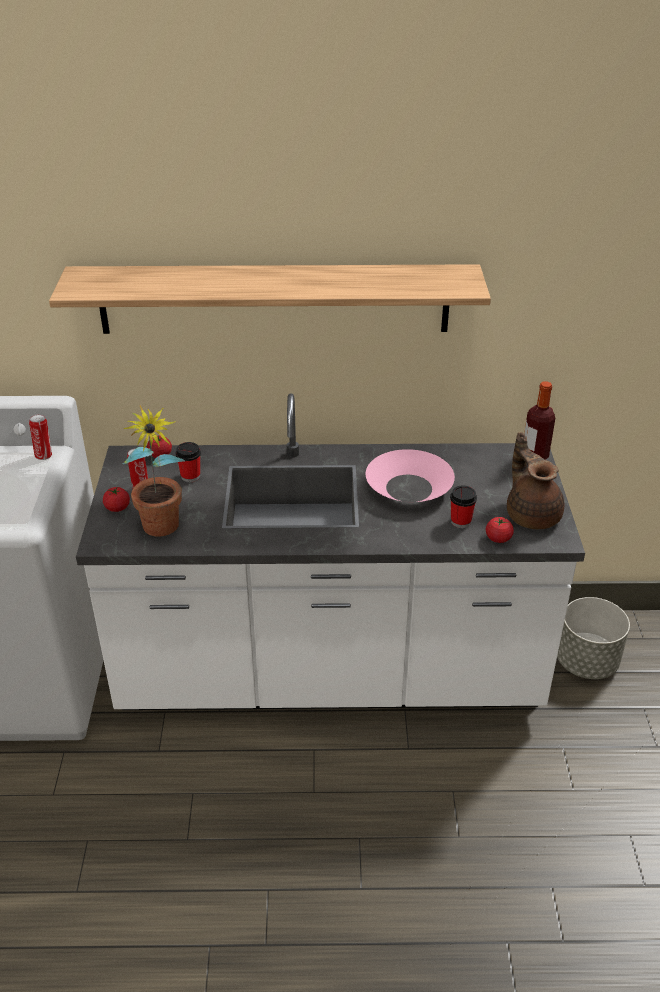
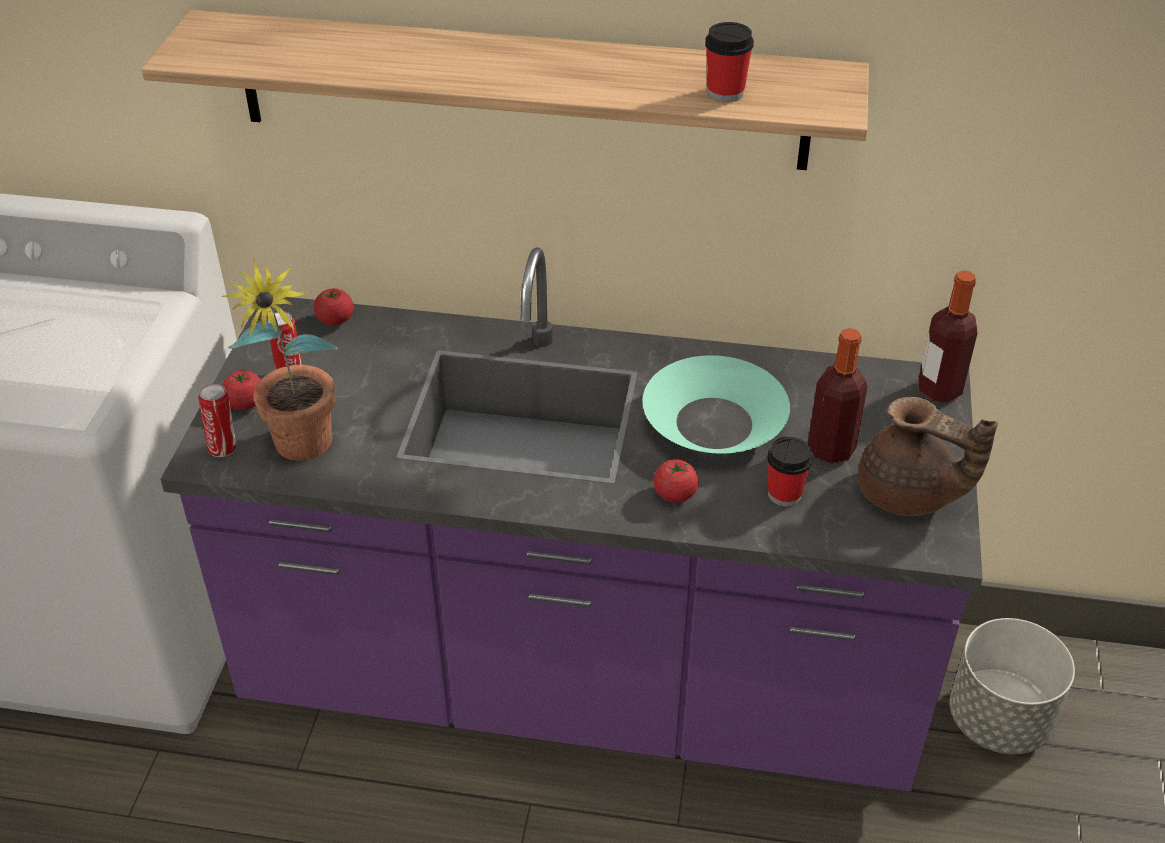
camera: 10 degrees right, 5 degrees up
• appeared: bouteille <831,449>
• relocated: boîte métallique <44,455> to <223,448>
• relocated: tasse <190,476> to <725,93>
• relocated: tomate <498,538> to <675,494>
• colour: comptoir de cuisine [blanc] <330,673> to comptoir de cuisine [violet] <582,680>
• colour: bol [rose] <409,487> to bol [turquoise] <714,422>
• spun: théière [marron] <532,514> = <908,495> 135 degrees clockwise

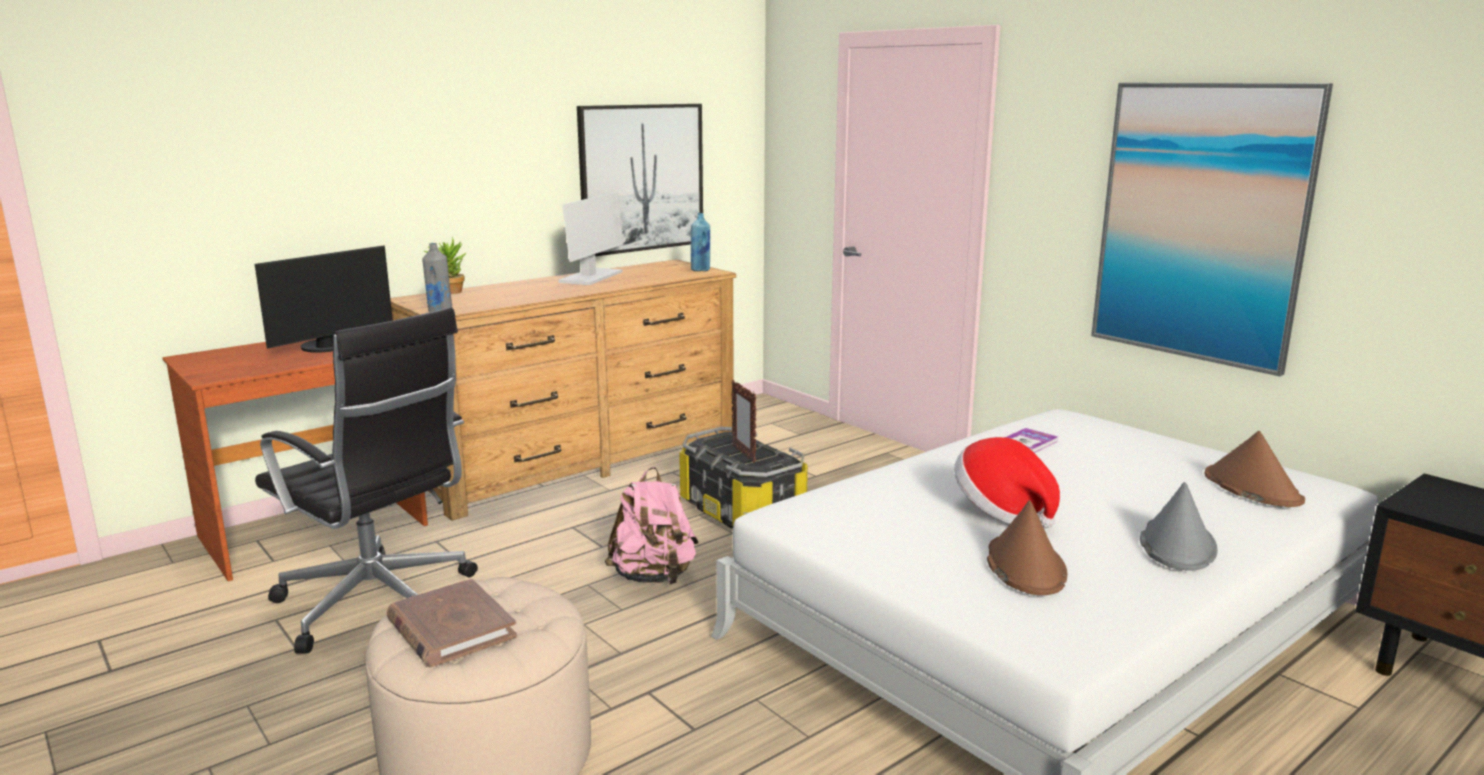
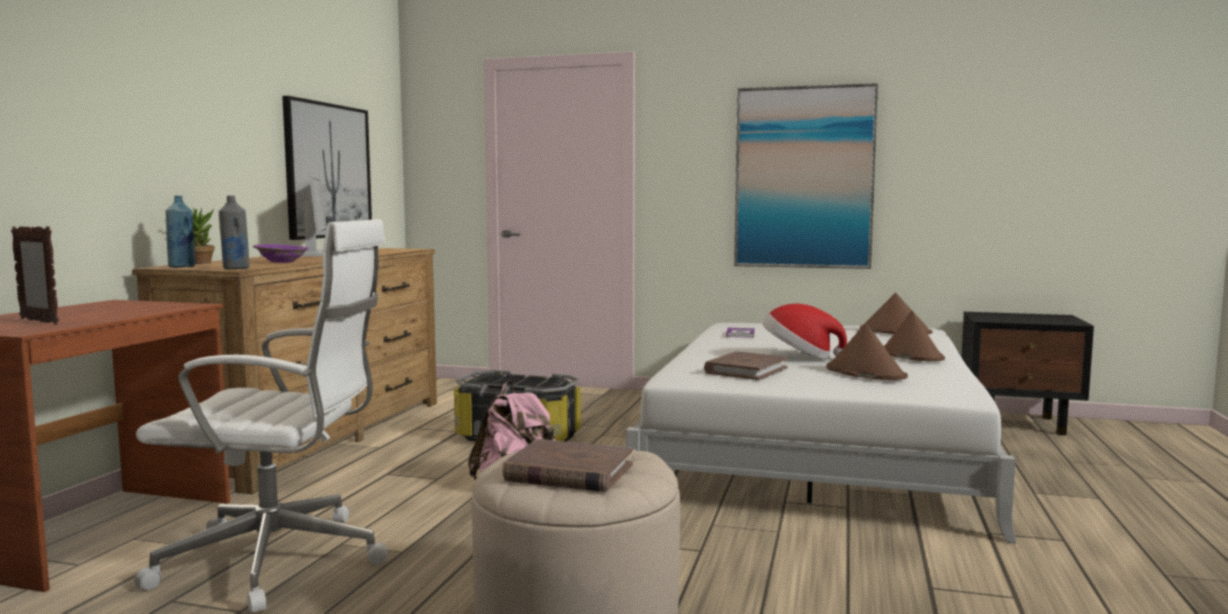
camera: 35 degrees left, 10 degrees down
• missing: écran d'ordinateur <329,347>
• appeared: bol [violet] <281,262>
• appeared: livre [marron] <746,370>
• relocated: bouteille [bleu] <700,270> to <182,267>
• relocated: cadre photo <743,454> to <39,321>
• colour: chaise de bureau [noir] <379,605> to chaise de bureau [blanc] <280,561>
• colour: chapeau [gris] <1176,545> to chapeau [marron] <911,355>

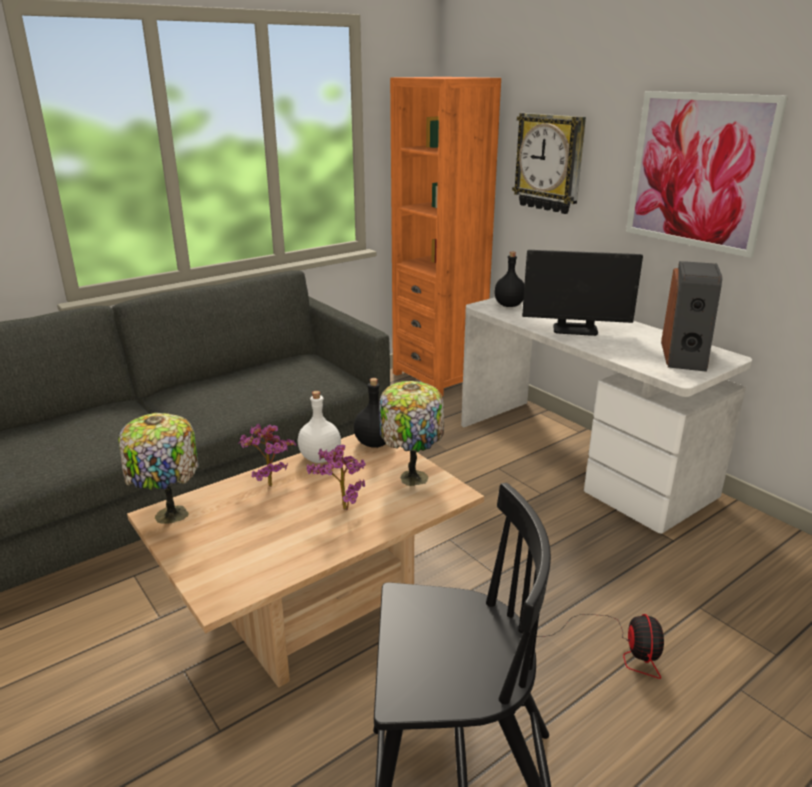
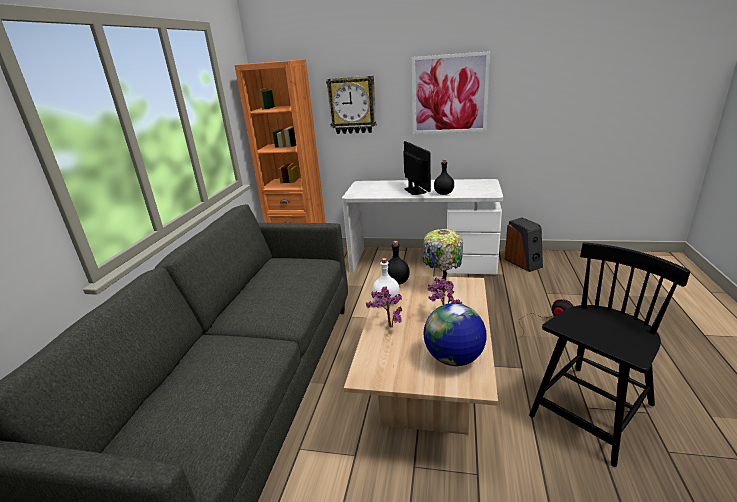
camera: 40 degrees left, 0 degrees up
• missing: lampe de table <169,516>
• appeared: globe <453,358>
• relocated: bouteille [noir] <508,305> to <444,193>
• relocated: enceinte <685,356> to <523,262>
• spun: écran d'ordinateur <575,329> = <415,190> 75 degrees counterclockwise

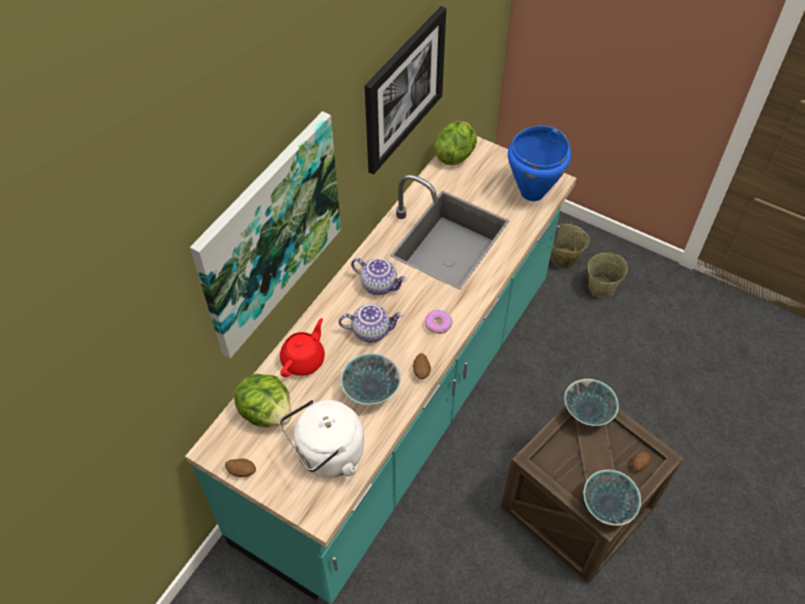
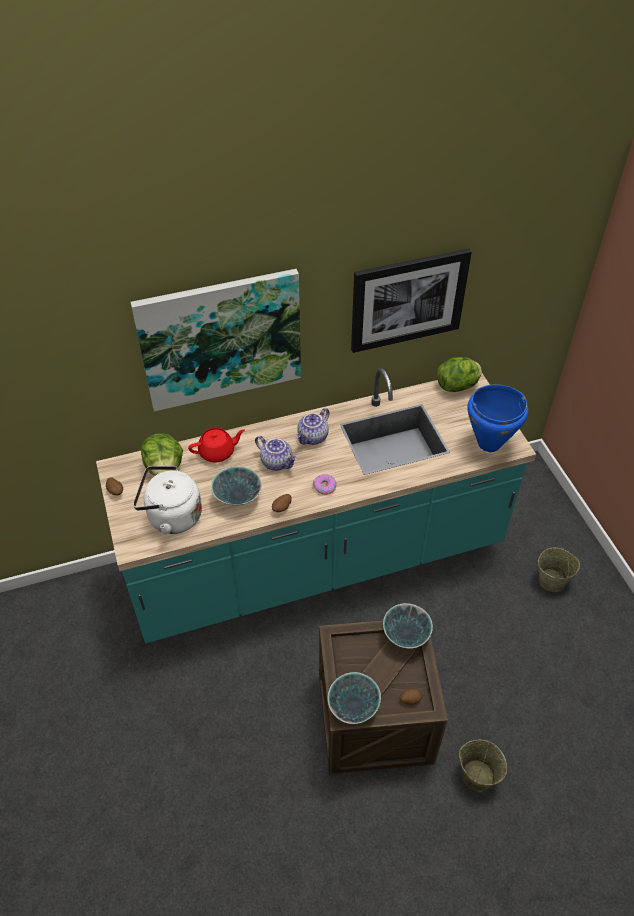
camera: 40 degrees right, 5 degrees down
• relocated: seau [beige] <563,258> to <476,775>
• spun: théière <379,284> = <313,437> 60 degrees clockwise

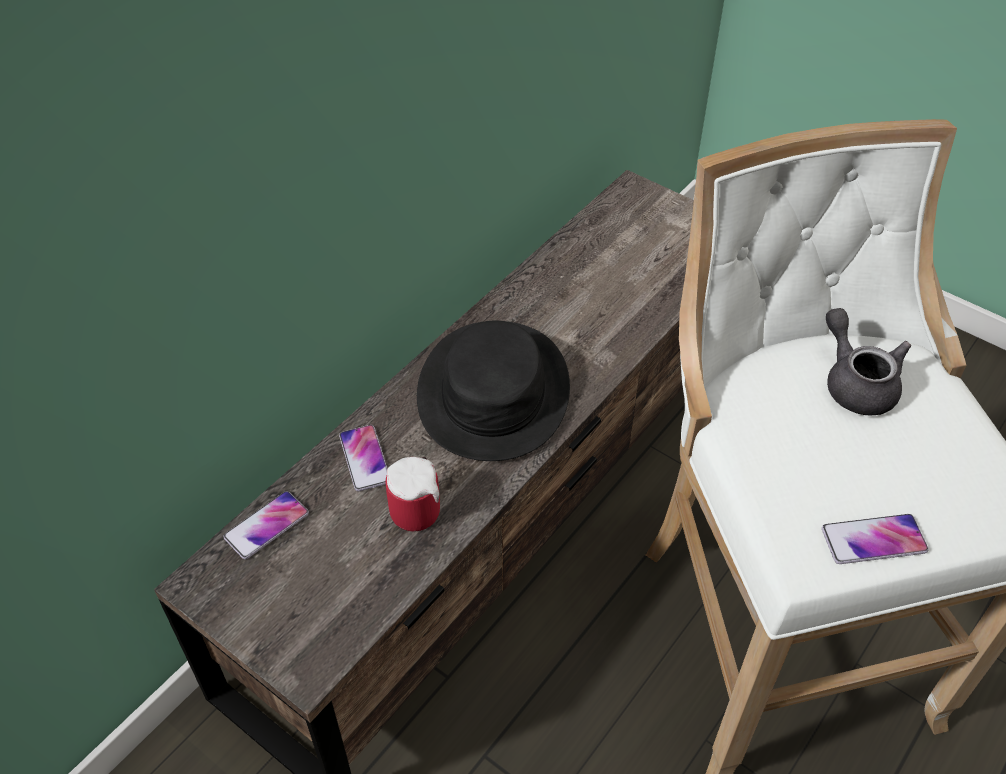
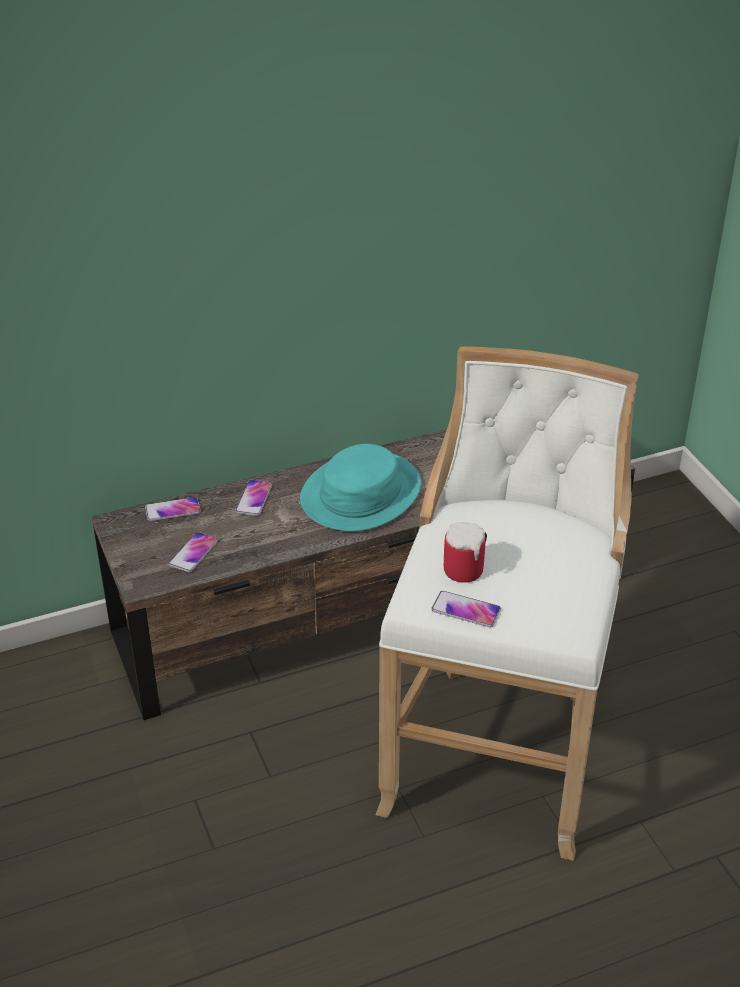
camera: 30 degrees right, 10 degrees down
• missing: théière [gris] <856,382>
• appeared: téléphone <193,553>
• relocated: mug <419,506> to <468,568>
• colour: chapeau [noir] <492,392> to chapeau [turquoise] <360,493>

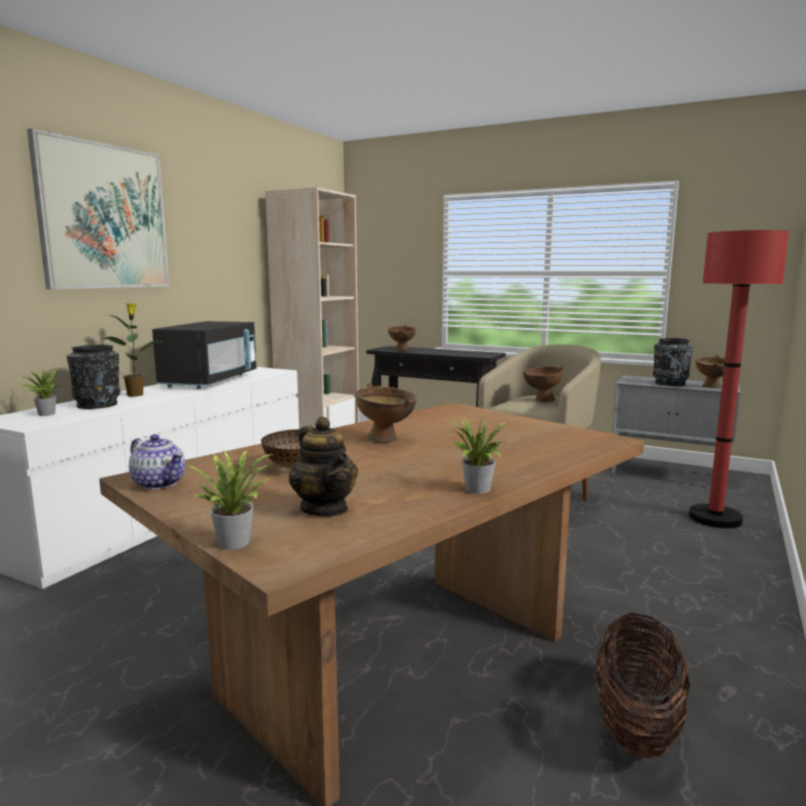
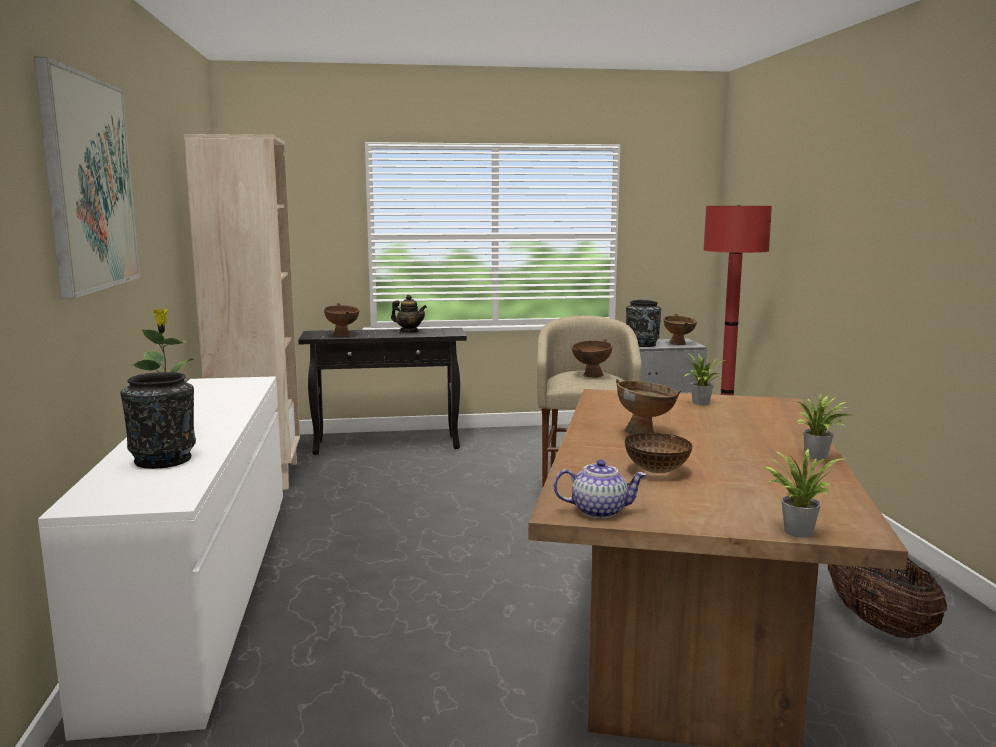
camera: 35 degrees left, 0 degrees up
• missing: micro-ondes [noir] <210,381>
• relocated: plante en pot <44,414> to <699,403>
• relocated: théière <325,509> to <409,331>

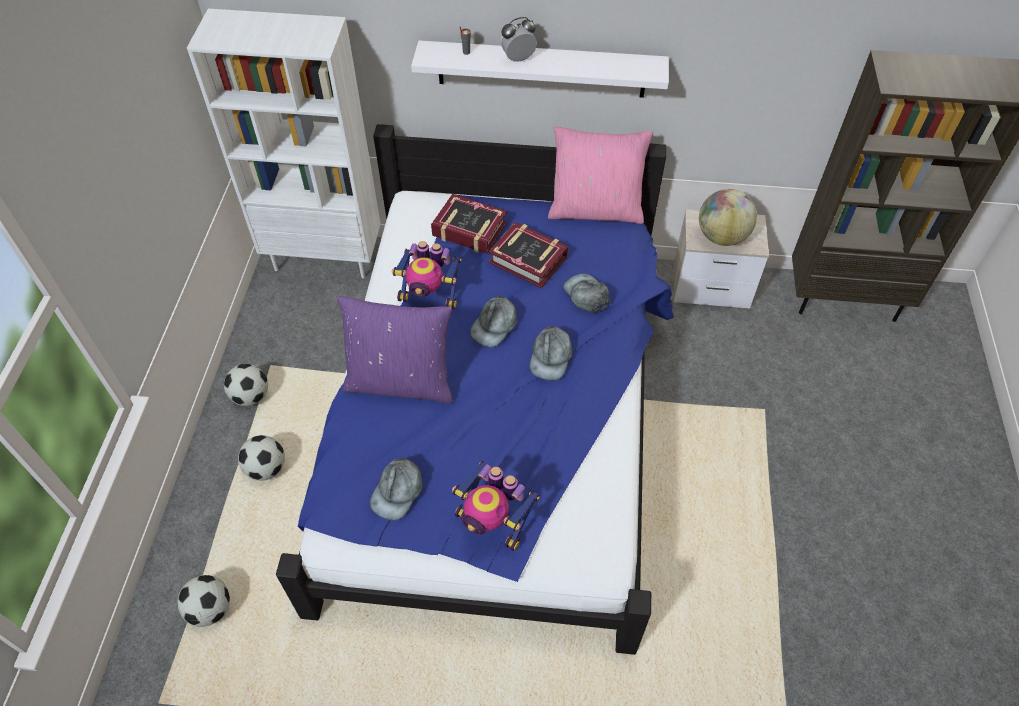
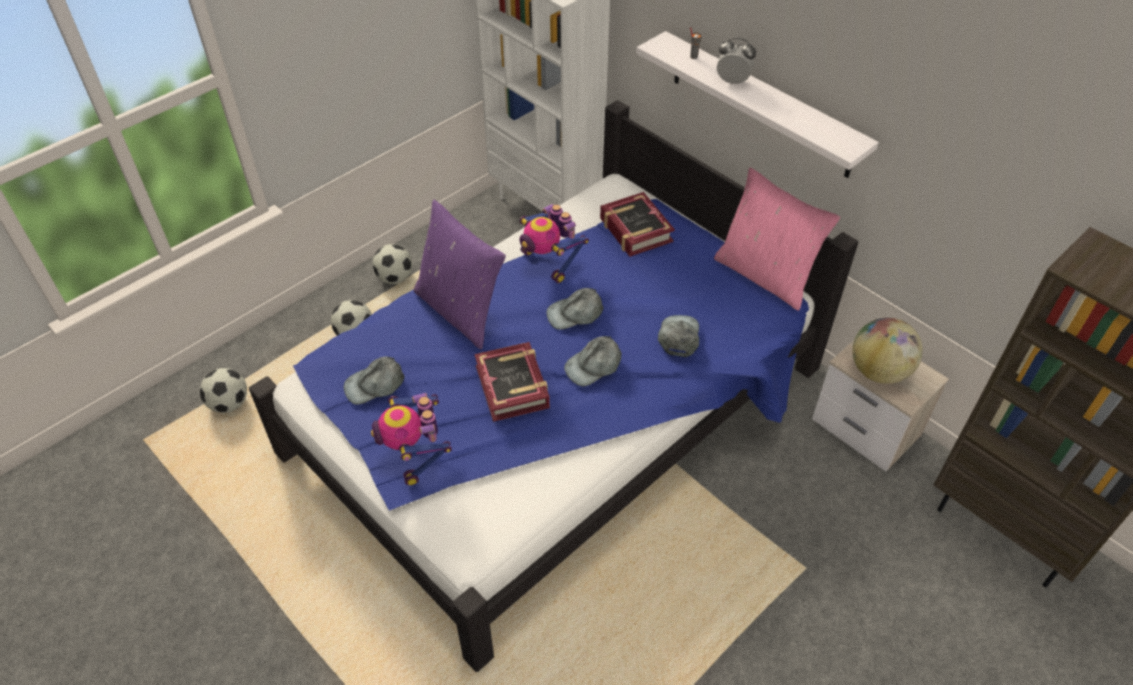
camera: 40 degrees right, 5 degrees down
• relocated: livre <528,259> to <513,387>

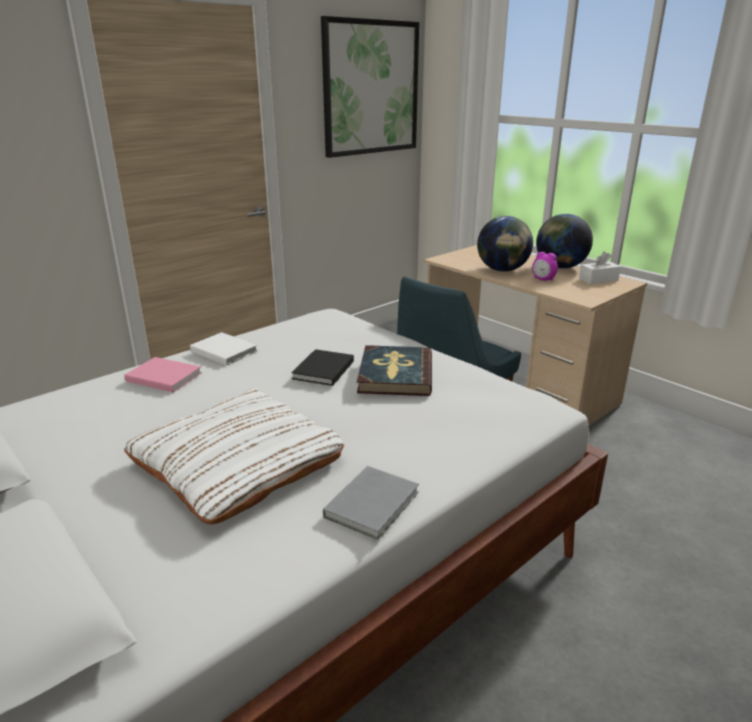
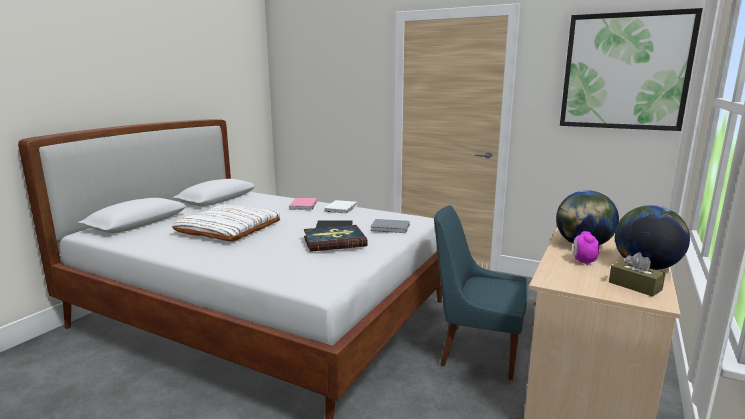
camera: 70 degrees right, 10 degrees down
• relocated: livre [gris] <374,503> to <391,228>
• colour: boîte à mouchoirs [blanc] <598,279> to boîte à mouchoirs [marron] <635,286>

